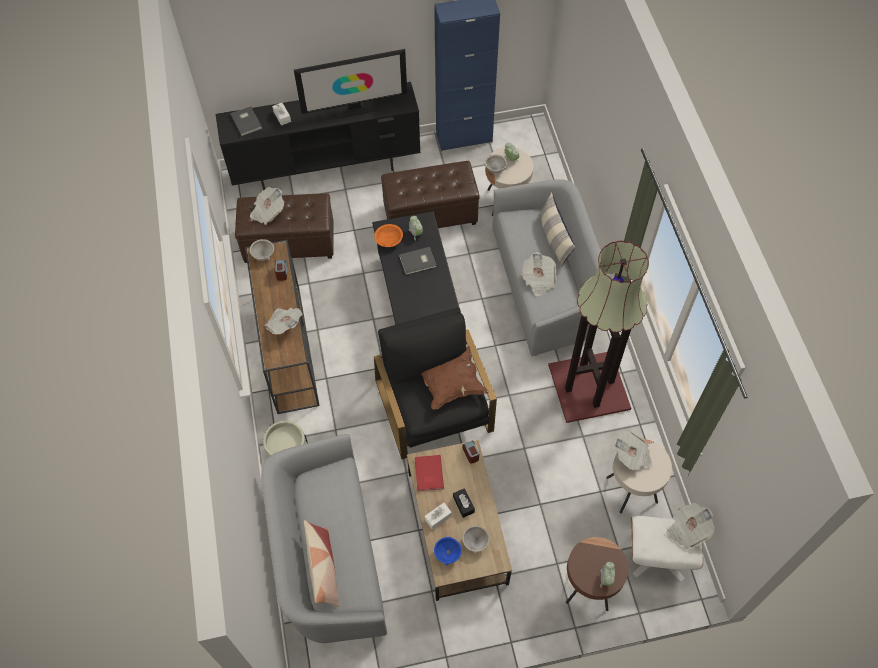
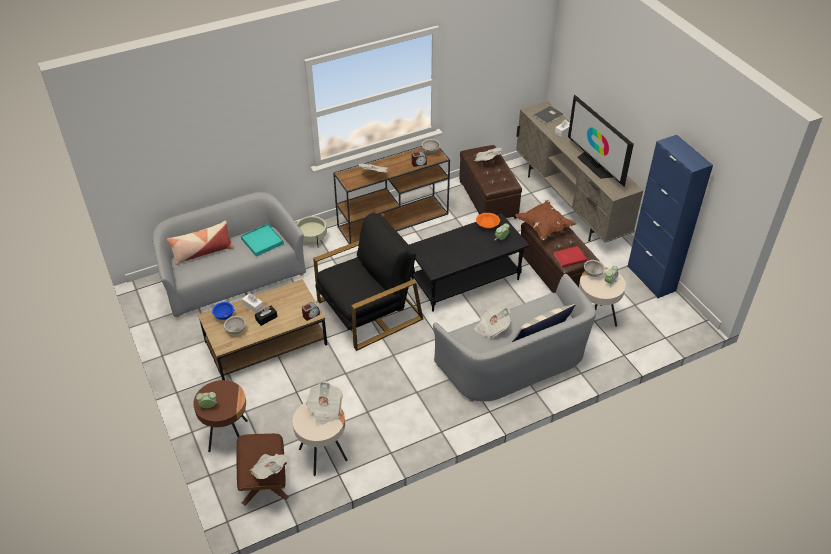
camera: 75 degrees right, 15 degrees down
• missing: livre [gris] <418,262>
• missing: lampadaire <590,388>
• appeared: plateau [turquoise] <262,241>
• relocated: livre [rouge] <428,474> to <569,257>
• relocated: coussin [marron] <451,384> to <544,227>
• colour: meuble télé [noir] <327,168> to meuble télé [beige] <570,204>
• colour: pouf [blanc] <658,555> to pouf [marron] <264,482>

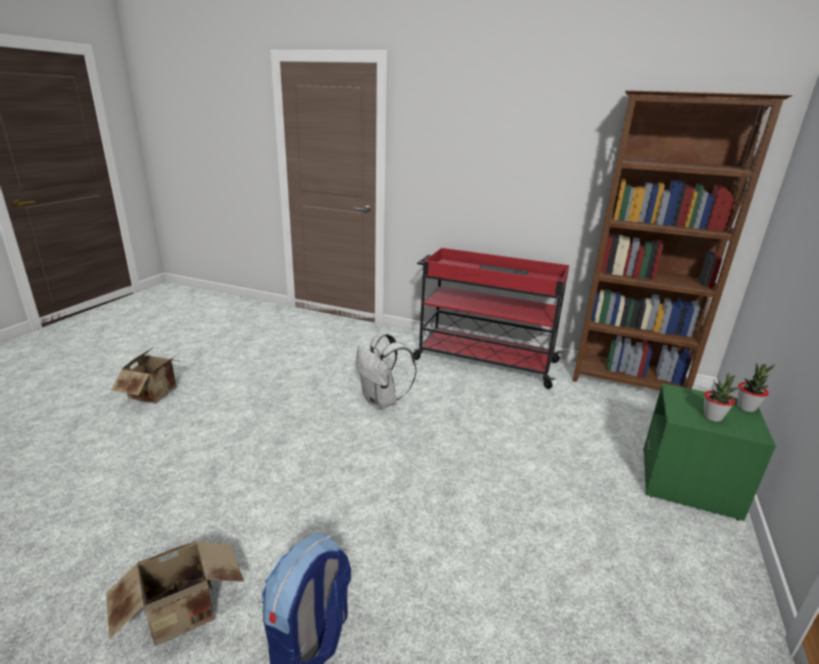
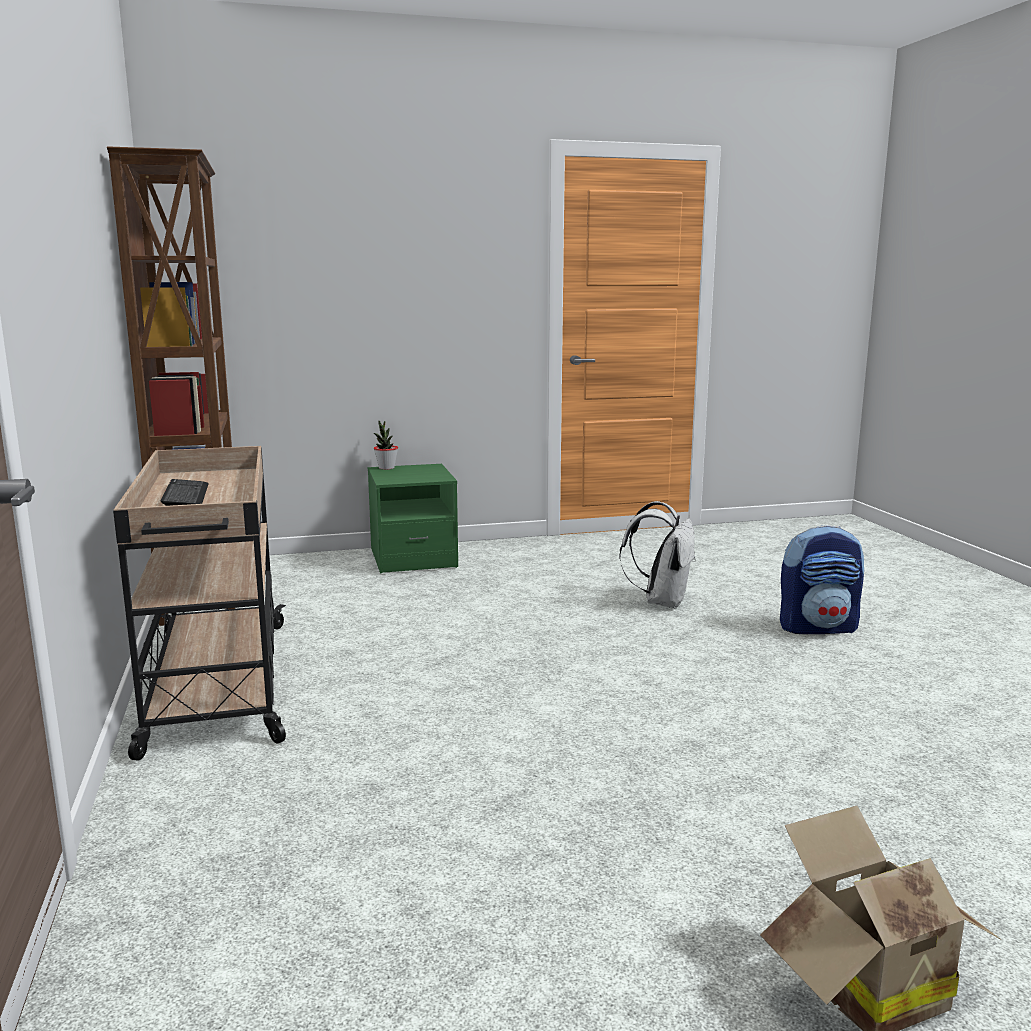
camera: 125 degrees left, 10 degrees down
• missing: carton <184,616>
• missing: plante en pot <712,417>
• relocated: sac à dos [blanc] <382,401> to <662,601>
• colour: chariot [rouge] <483,360> to chariot [beige] <218,685>

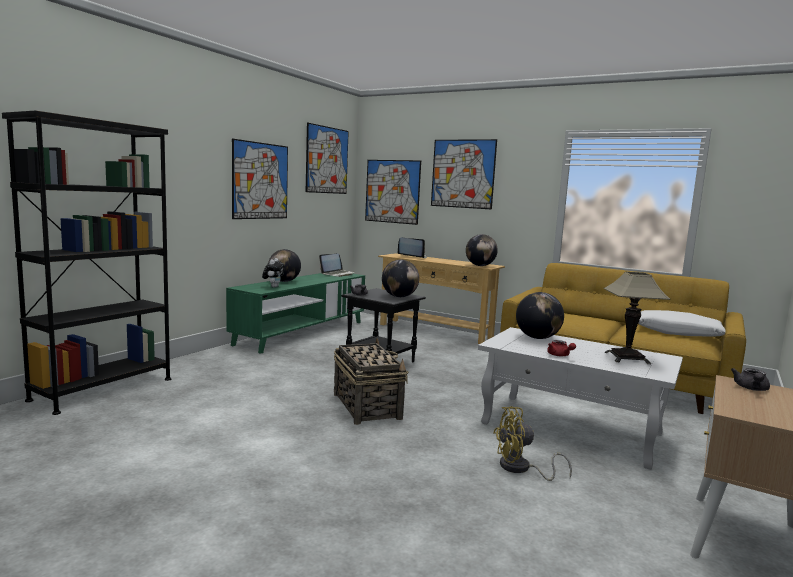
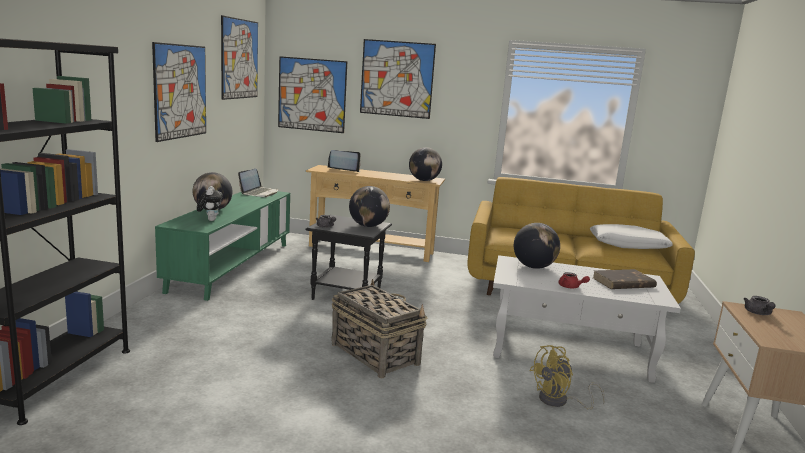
camera: 20 degrees left, 5 degrees up
• exchanged: lampe de table <627,358> to livre [marron] <623,283>

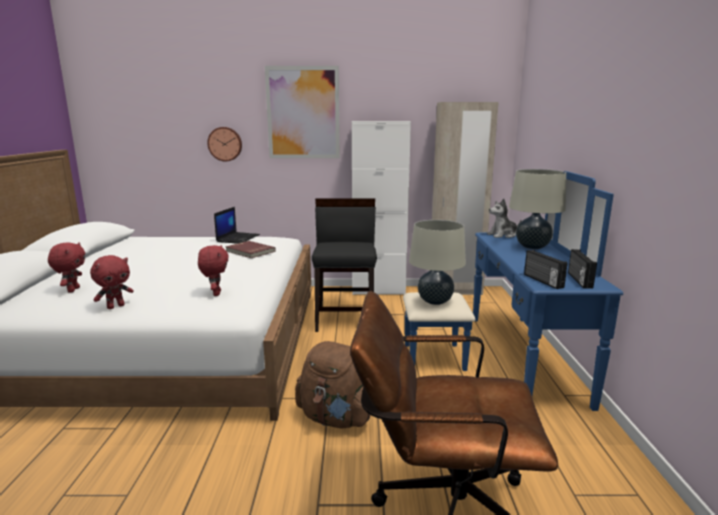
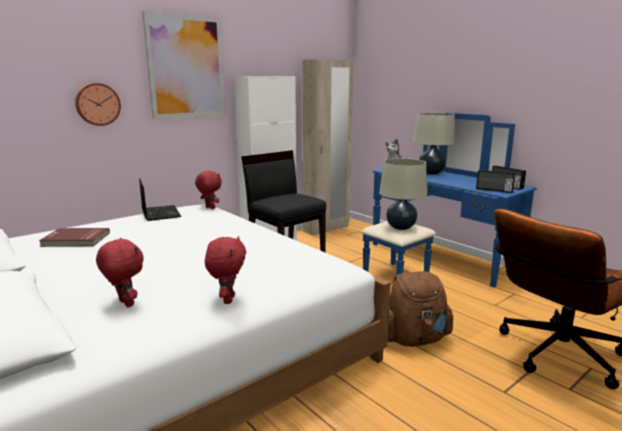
camera: 40 degrees left, 0 degrees up
• relocated: peluche [rouge] <216,293> to <209,208>
• relocated: livre [rouge] <249,251> to <75,240>

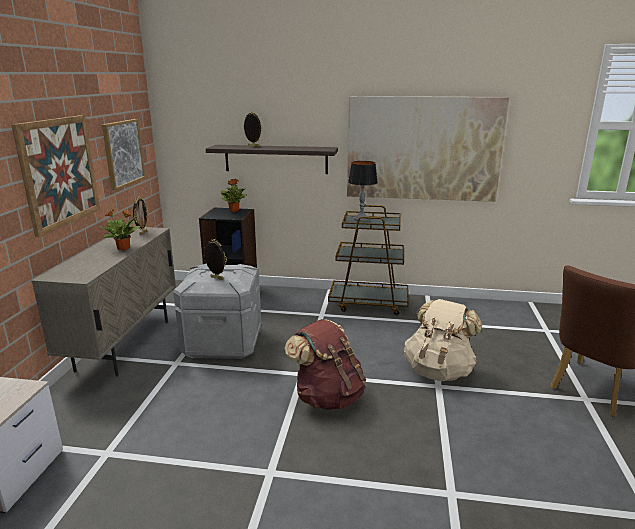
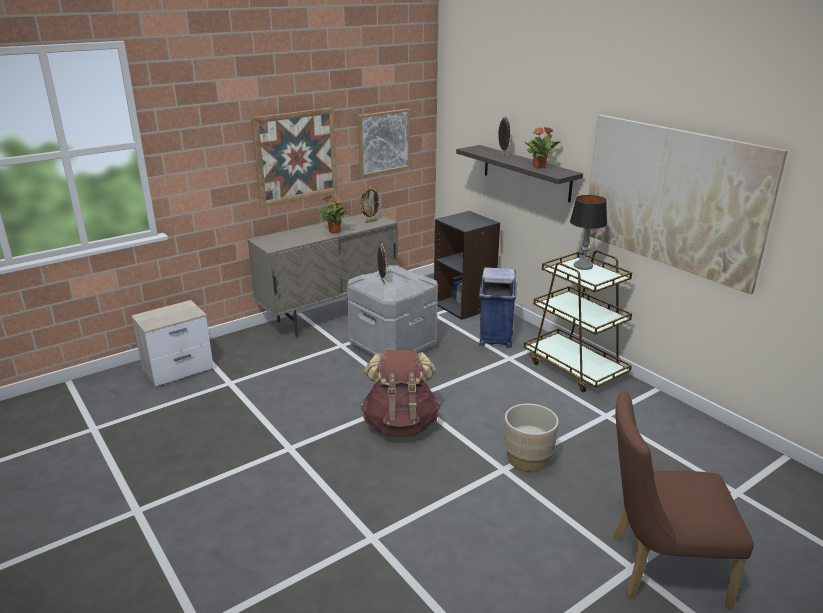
camera: 45 degrees right, 5 degrees up
• appeared: poubelle [bleu] <495,339>
• relocated: plante en pot <234,210> to <539,167>
• exchanged: sac à dos [beige] <438,371> to cache-pot [beige] <527,459>

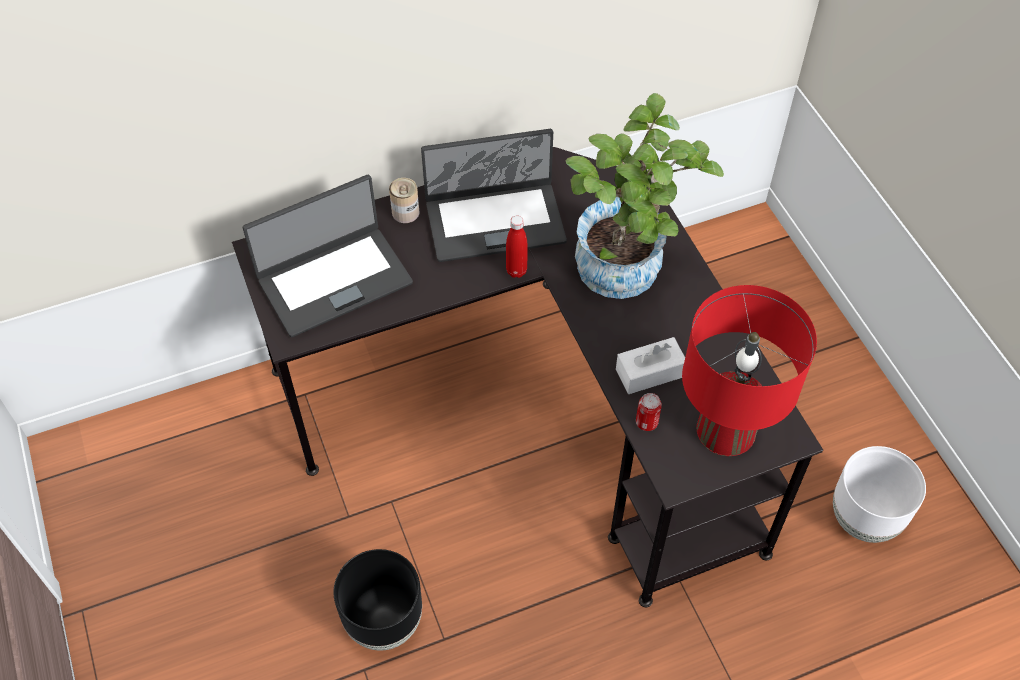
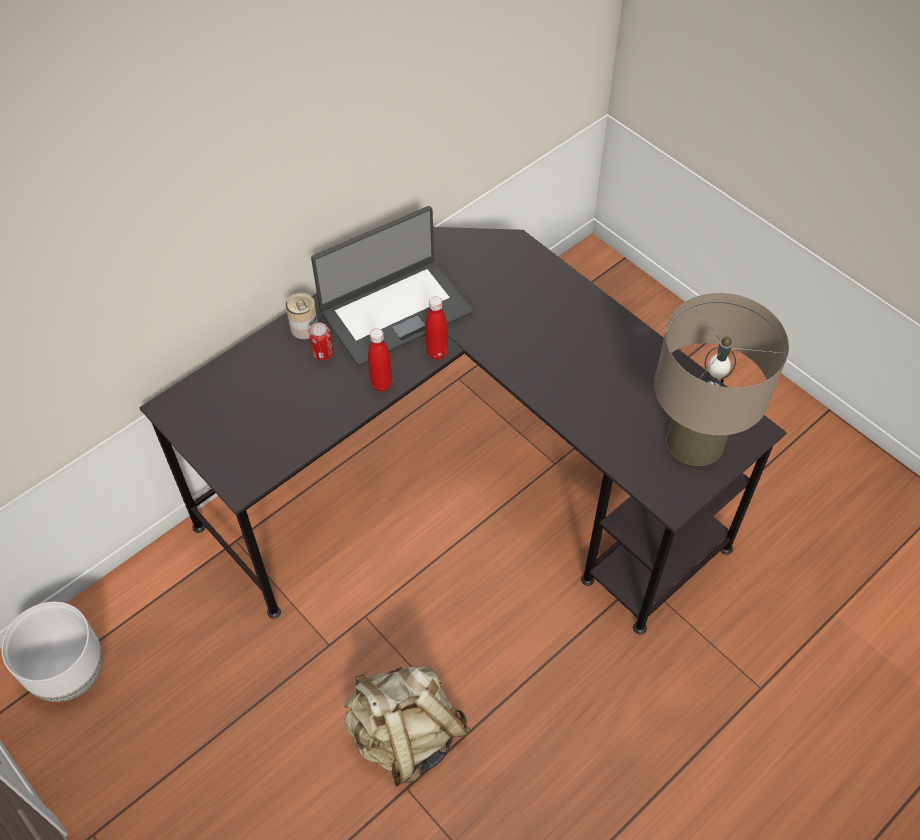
camera: 20 degrees left, 0 degrees up
• missing: ordinateur portable <334,280>
• missing: plante en pot <626,275>
• missing: boîte à mouchoirs [blanc] <649,373>
• appeared: bouteille [rouge] <381,384>
• relocated: boîte métallique <646,422> to <323,353>
• relocated: cache-pot [blanc] <864,517> to <70,672>
• exchanged: cache-pot [noir] <383,622> to sac à dos [beige] <406,735>
• colour: lampe de table [rouge] <726,430> to lampe de table [beige] <695,442>

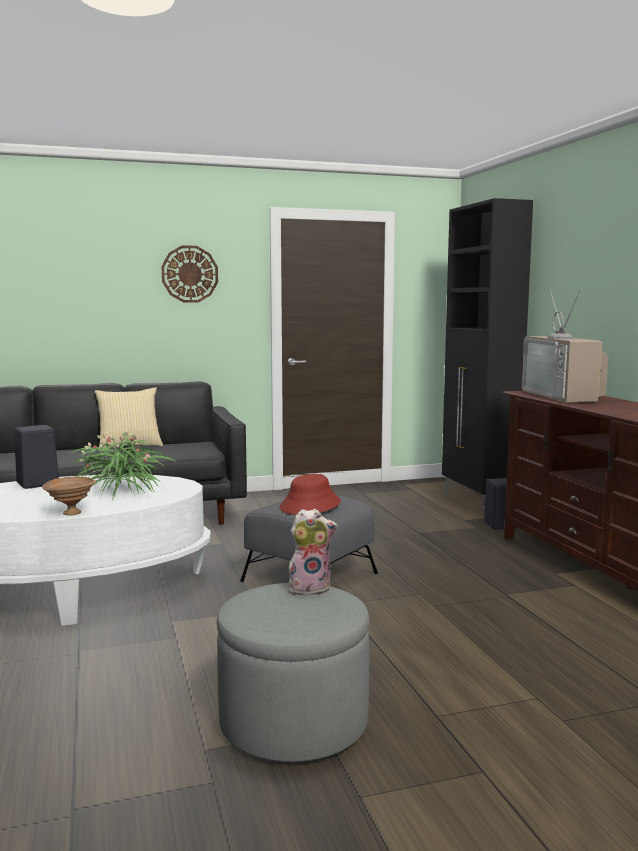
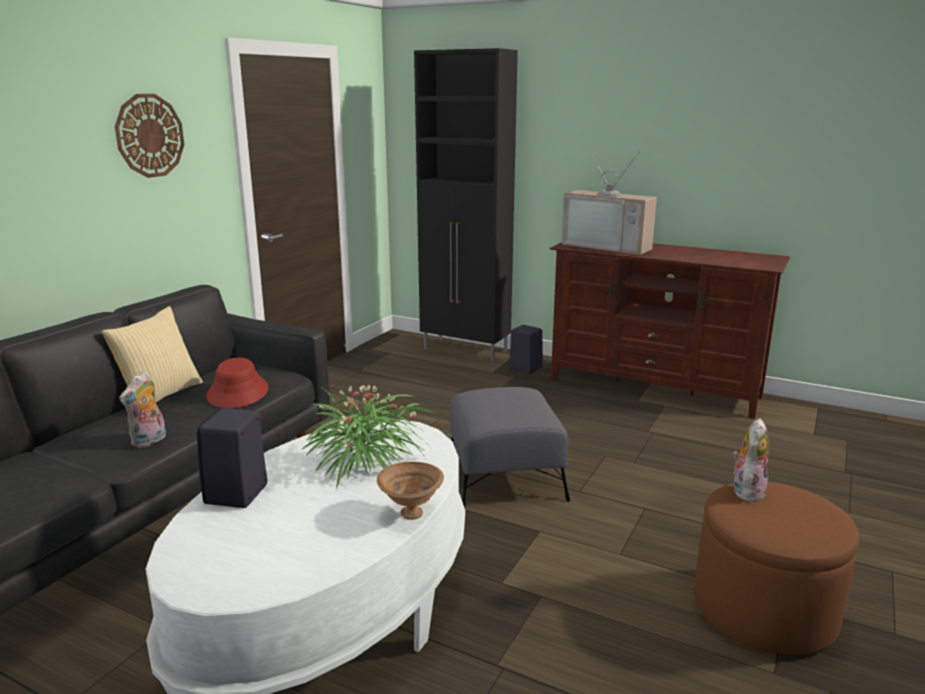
camera: 45 degrees left, 10 degrees up
• appeared: peluche <149,441>
• relocated: chapeau [rouge] <310,505> to <238,393>
• colour: pouf [gris] <293,722> to pouf [marron] <764,609>

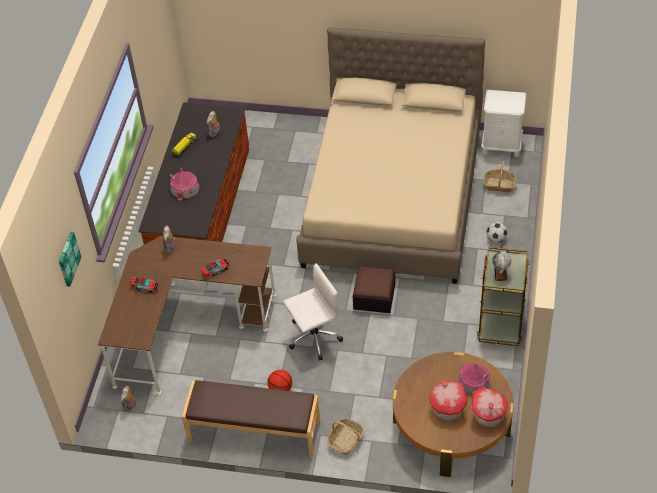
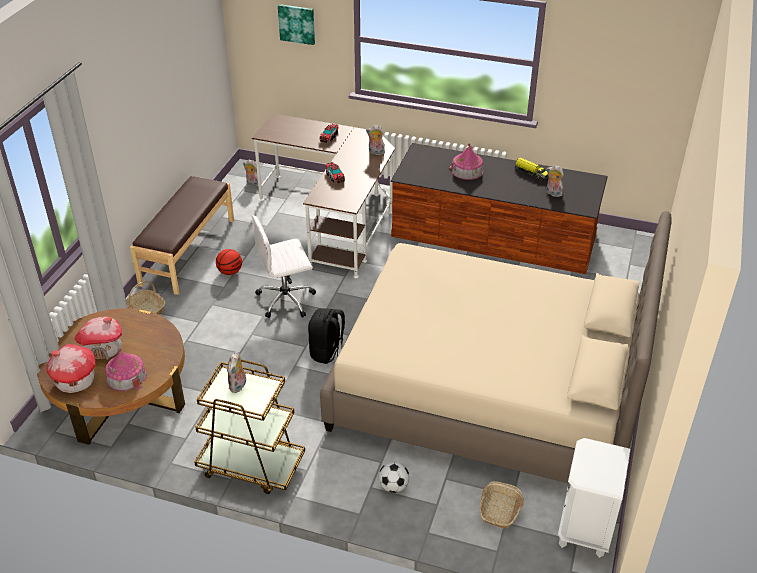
camera: 95 degrees right, 10 degrees down
• exchanged: pouf <374,297> to sac à dos [noir] <328,353>
• exchanged: globe <500,274> to peluche <238,386>
• spun: chaise de bureau [blanc] <313,337> = <287,300> 90 degrees clockwise

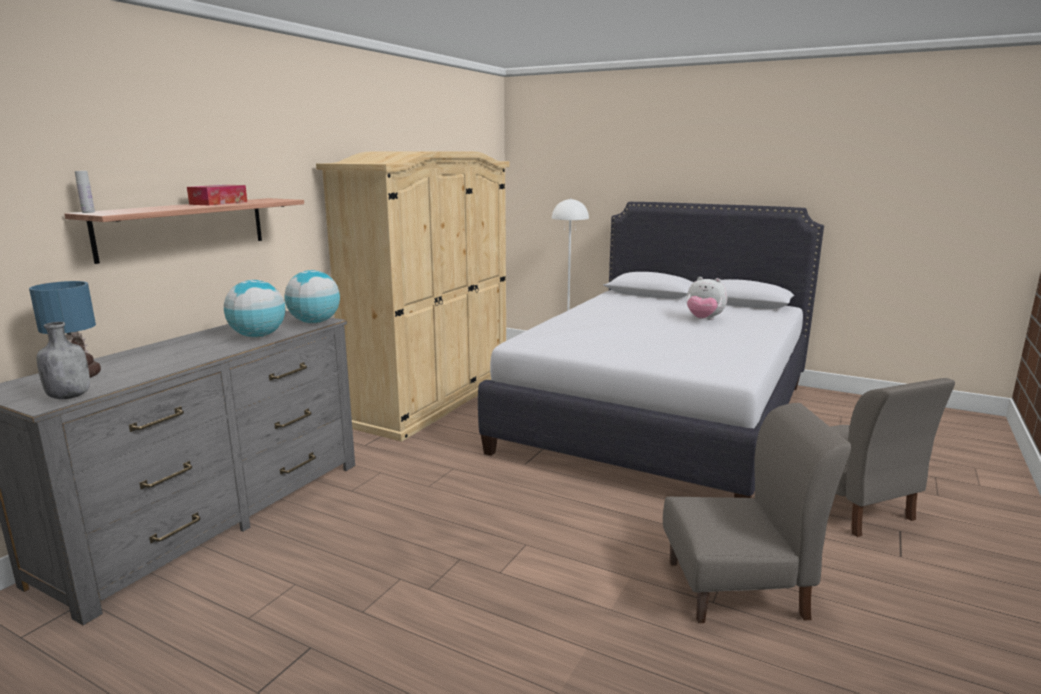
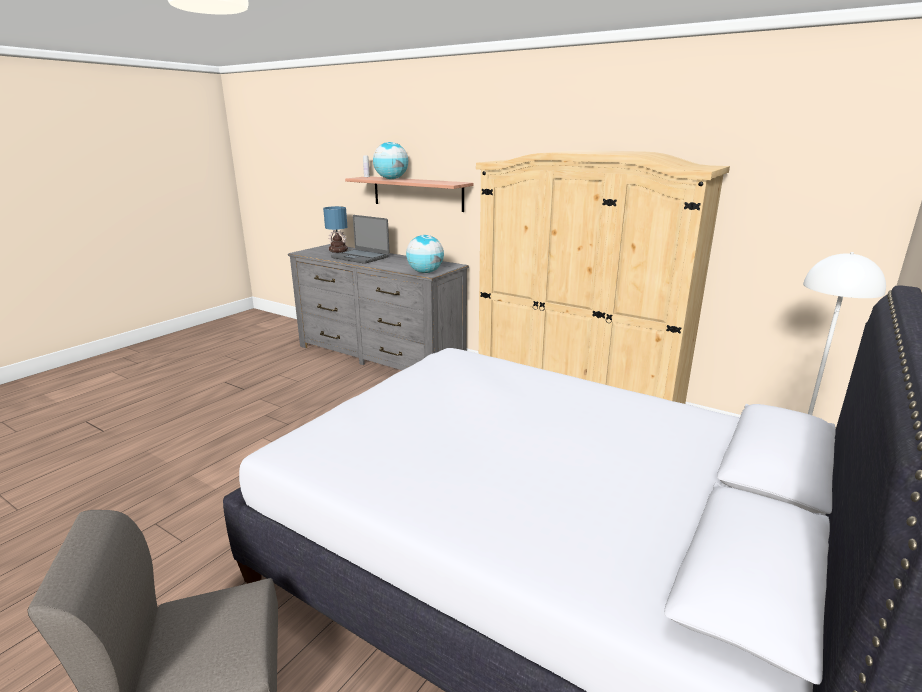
camera: 95 degrees right, 5 degrees up
• missing: bouteille [gris] <69,396>
• missing: boîte à mouchoirs <219,203>
• missing: chaise [gris] <737,589>
• missing: peluche <703,320>
• appeared: ordinateur portable <360,257>
• relocated: globe <258,336> to <391,179>

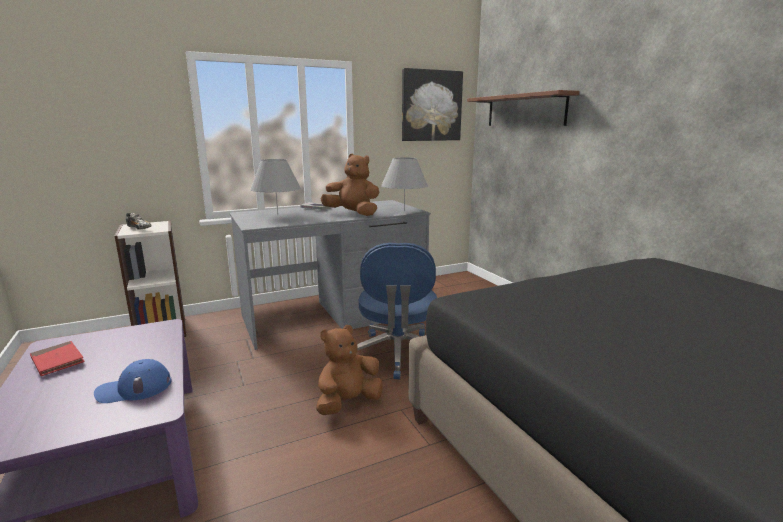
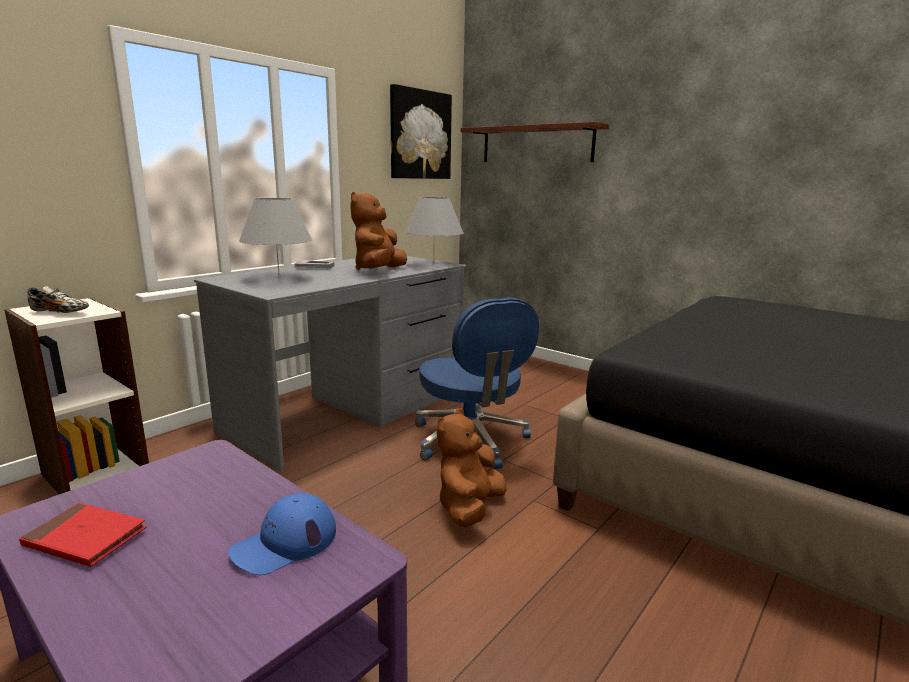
camera: 25 degrees left, 0 degrees up
• spun: peluche [marron] <353,214> = <379,271> 75 degrees counterclockwise

